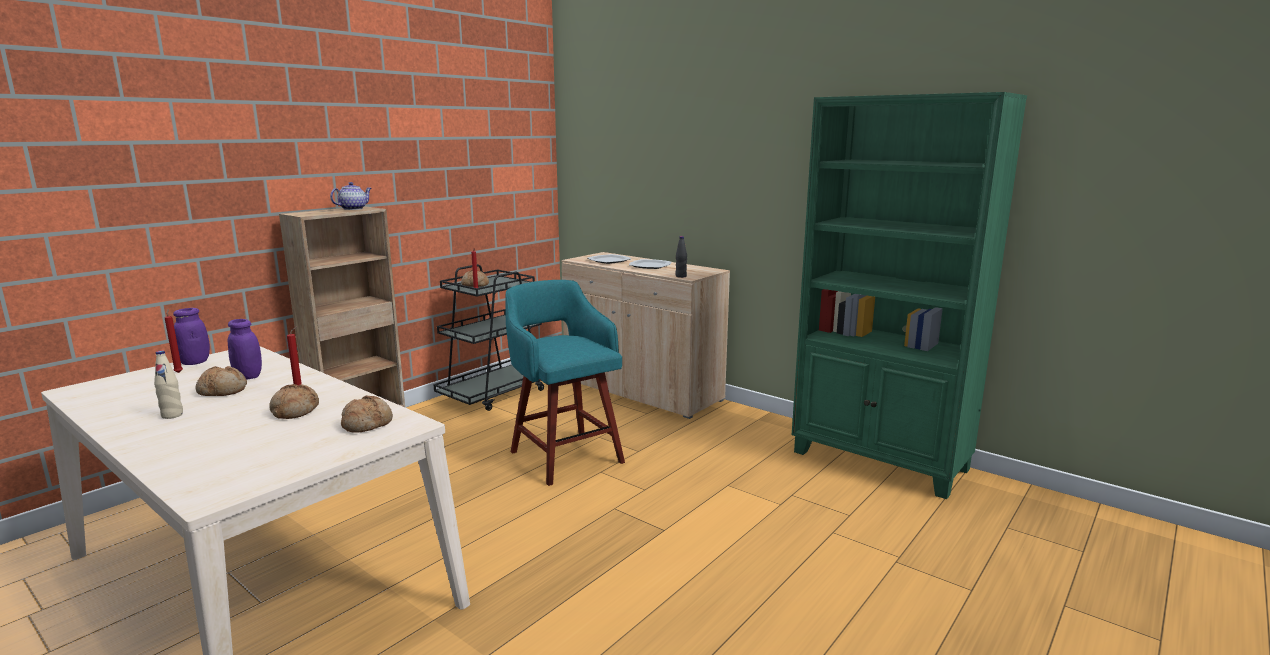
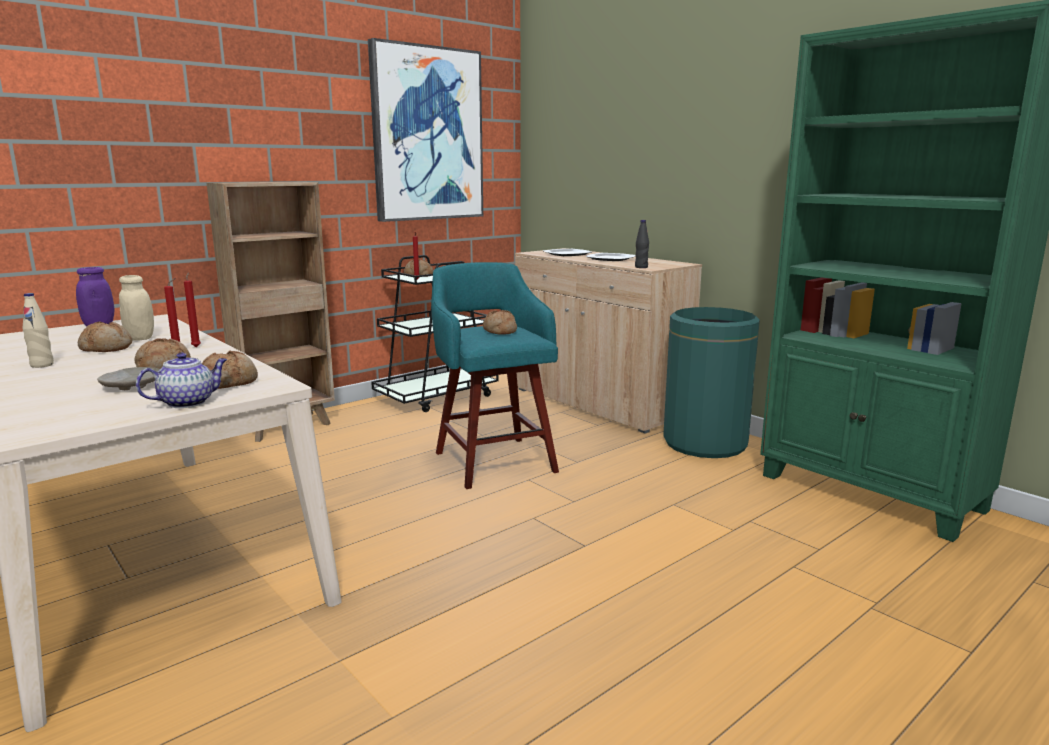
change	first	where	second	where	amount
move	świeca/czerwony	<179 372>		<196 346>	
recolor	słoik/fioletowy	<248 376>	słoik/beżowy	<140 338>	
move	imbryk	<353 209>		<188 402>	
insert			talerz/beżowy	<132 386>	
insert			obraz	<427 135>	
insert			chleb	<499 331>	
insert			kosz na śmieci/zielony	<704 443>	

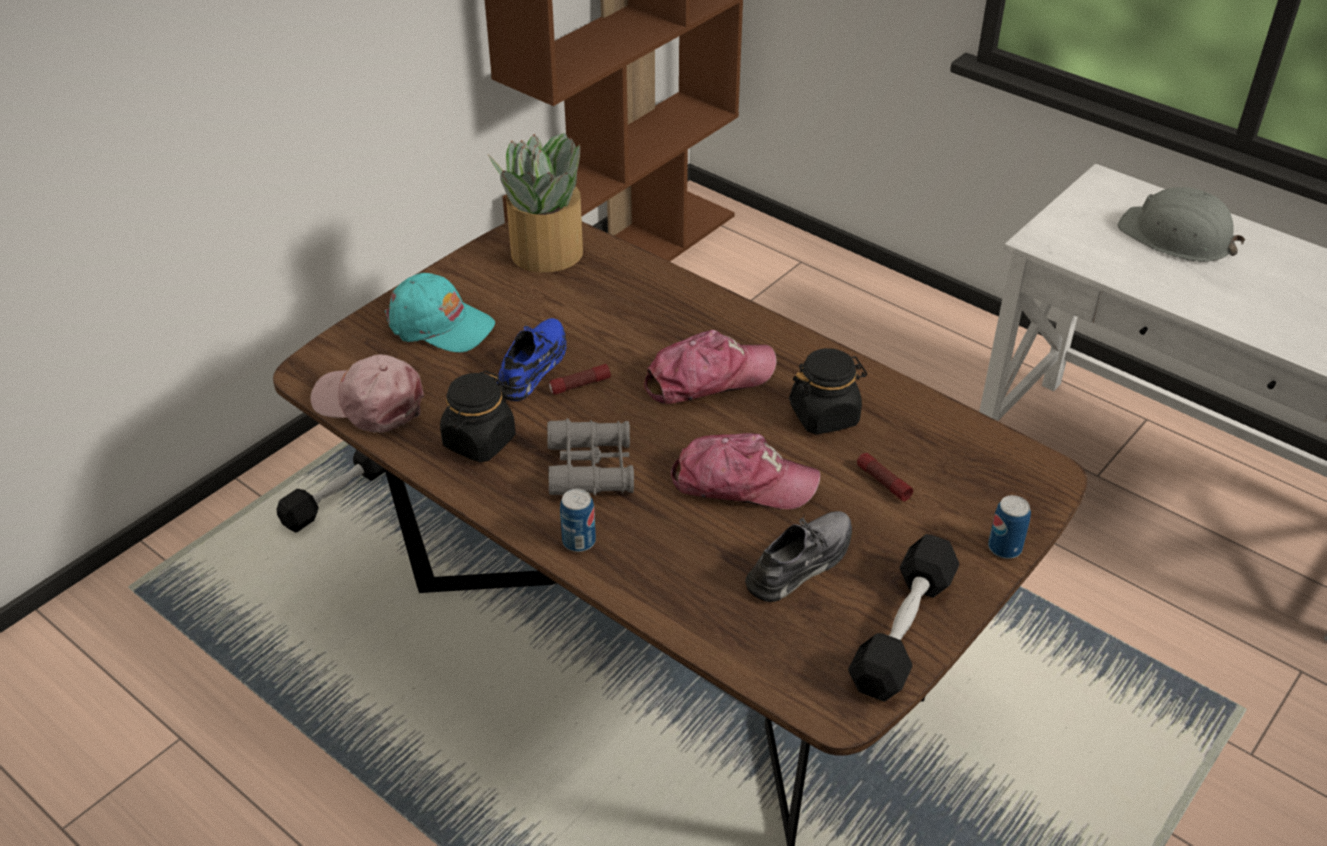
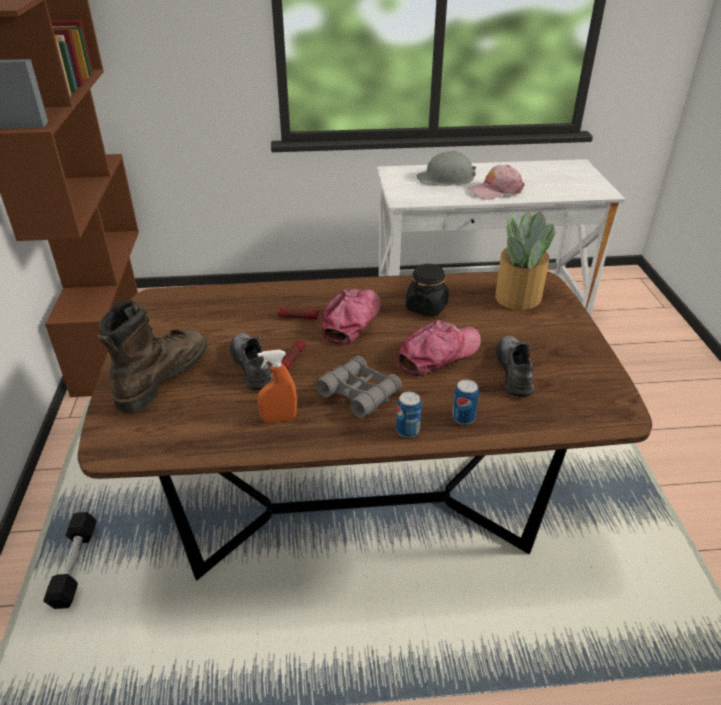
change	first	where	second	where	amount
move	czapka z daszkiem/różowy	<369 402>		<496 190>	
replace	czapka z daszkiem/turkusowy	<440 324>	but z cholewką/brązowy	<162 376>	
replace	słoik/czarny	<479 441>	spryskiwacz/pomarańczowy	<279 419>	
move	roślina doniczkowa	<545 253>		<517 297>	
recolor	but/niebieski	<533 366>	but/szary	<252 366>	
delete	hantel/czarny	<903 631>			
move	latarka	<883 482>		<298 318>	
move	puszka	<1004 548>		<463 417>	

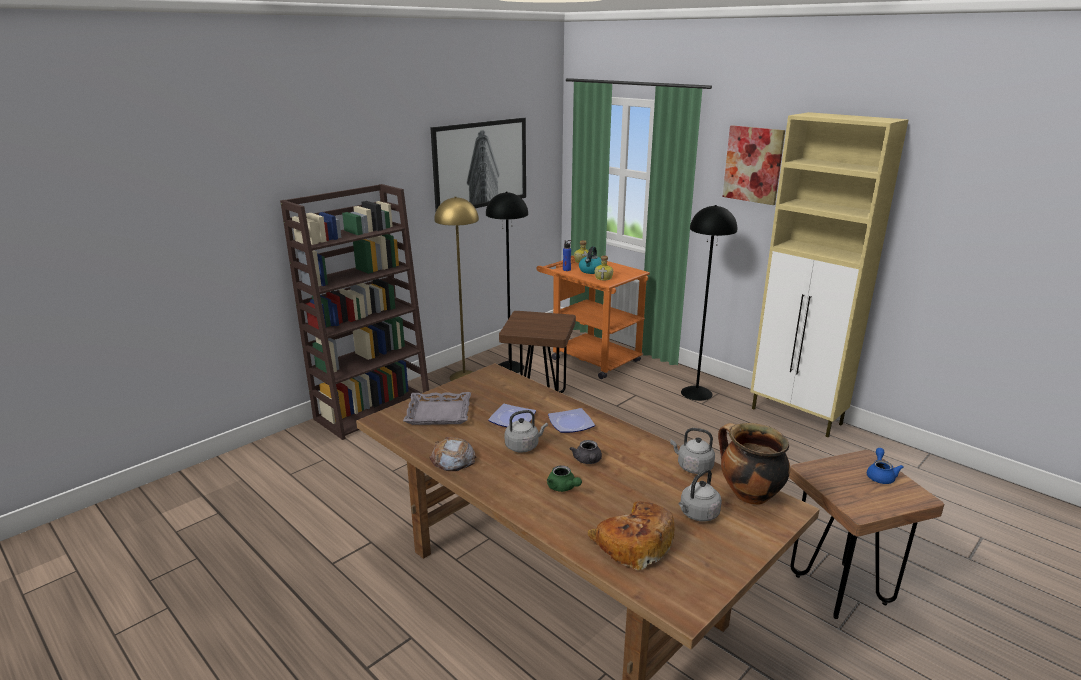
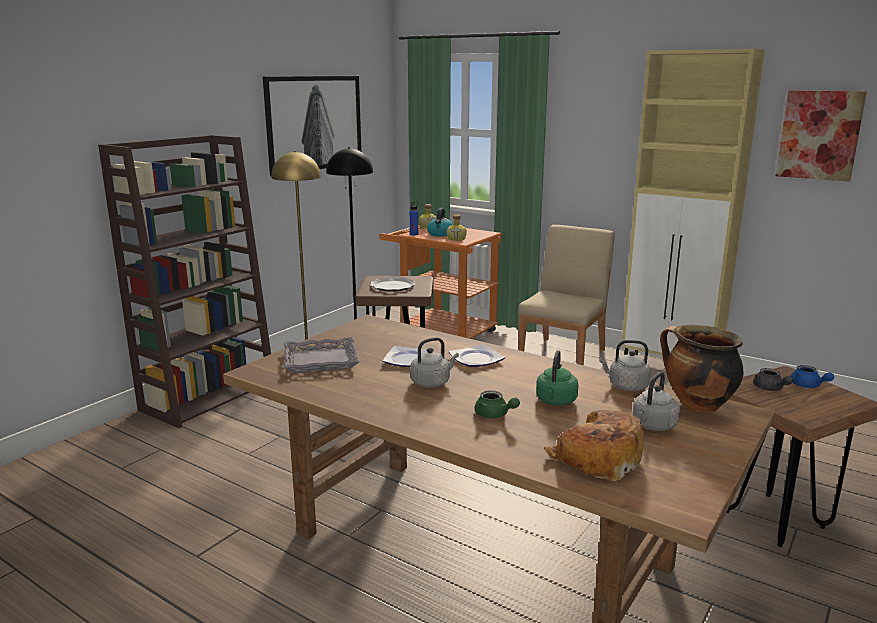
change	first	where	second	where	amount
delete	chleb	<452 459>			
move	imbryk/szary	<588 461>		<770 389>	
replace	lampa stojąca/czarny	<697 393>	krzesło/beżowy	<563 355>	
move	obraz	<753 164>		<819 135>	
rotate	imbryk/niebieski	<880 475>		<808 386>	150 degrees clockwise
insert			talerz	<393 286>	
insert			czajnik/zielony	<555 401>	

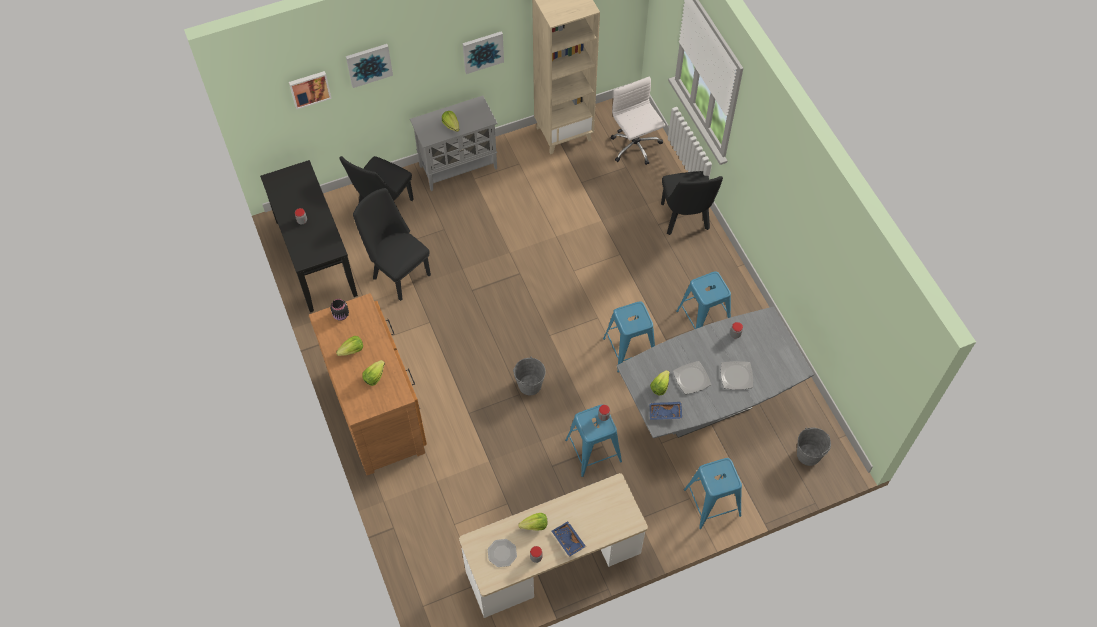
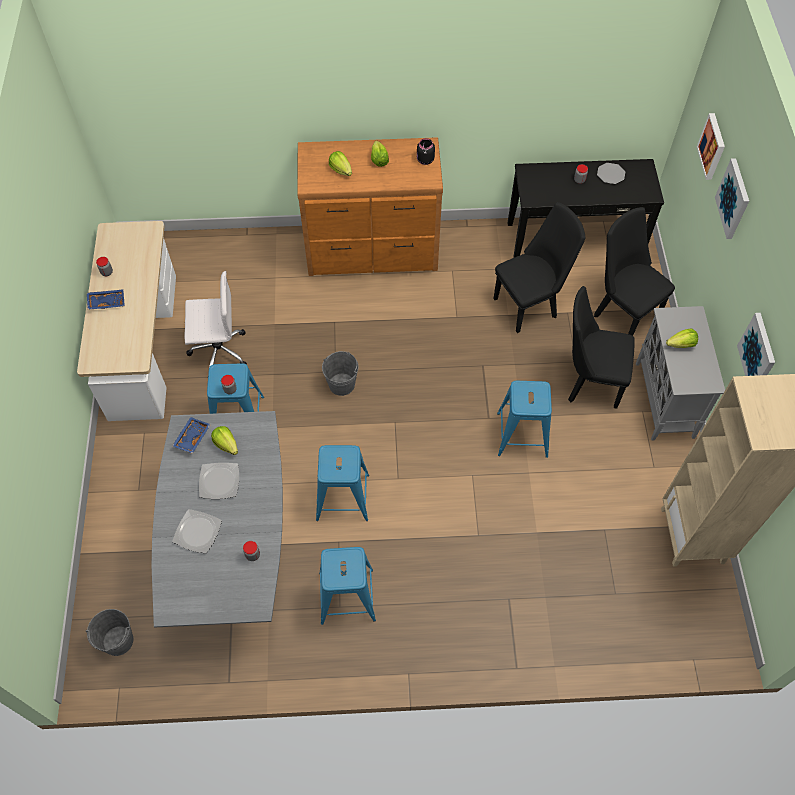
change	first	where	second	where	amount
move	talerz	<502 553>		<611 174>	
delete	sałata	<535 525>			
move	krzesło biurowe/biały	<635 147>		<218 351>	
move	krzesło/czarny	<685 220>		<588 382>	
move	stołek/niebieski	<712 502>		<522 435>	

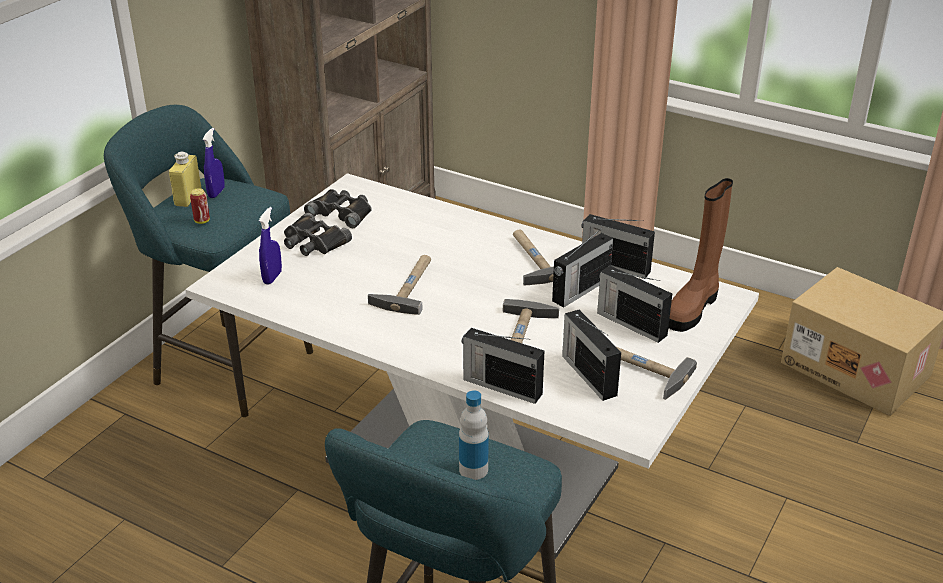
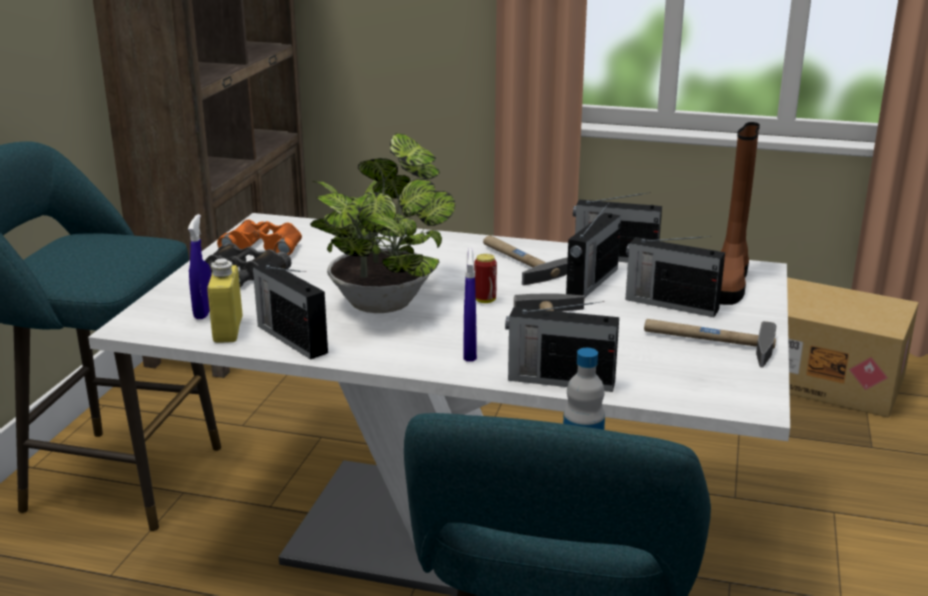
change	first	where	second	where	amount
move	butelka/żółty	<188 197>		<228 330>	
move	puszka	<202 221>		<485 300>	
move	spryskiwacz/niebieski	<216 193>		<469 353>	
recolor	lornetka/czarny	<342 213>	lornetka/pomarańczowy	<264 246>	
replace	młotek	<408 286>	roślina doniczkowa	<384 301>	
move	radio	<588 374>		<291 338>	

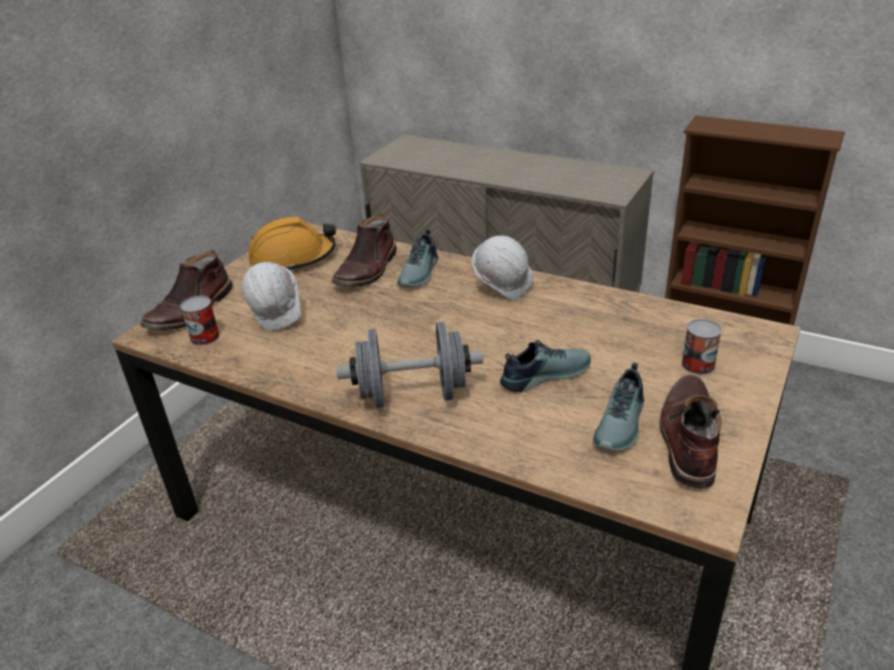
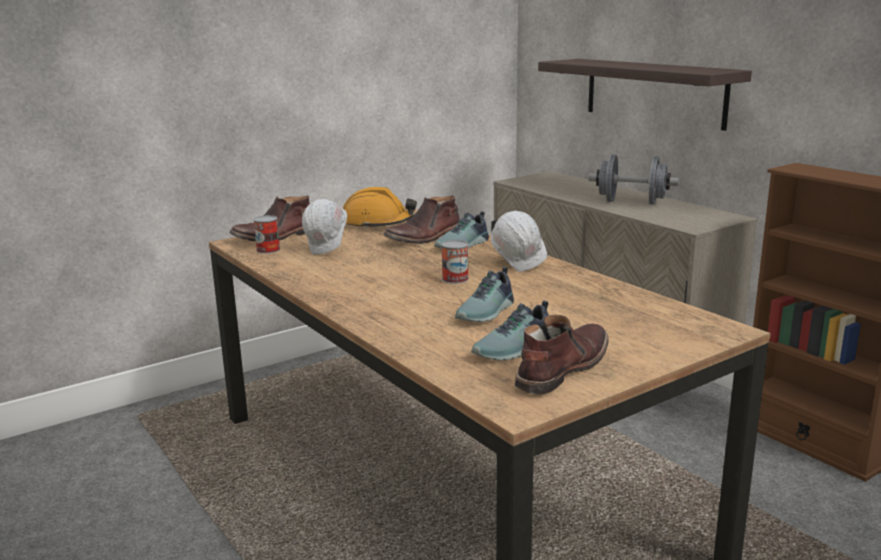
change	first	where	second	where	amount
move	hantel/szary	<413 395>		<631 202>	
rotate	but	<544 374>		<488 312>	120 degrees clockwise
move	puszka	<698 365>		<455 279>	
insert			półka	<654 92>	

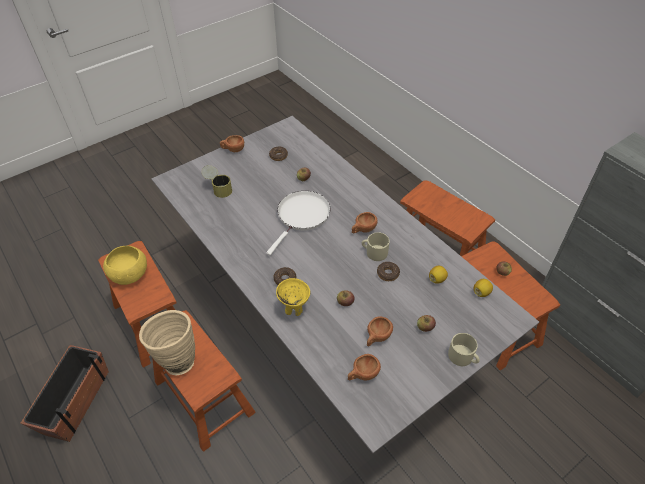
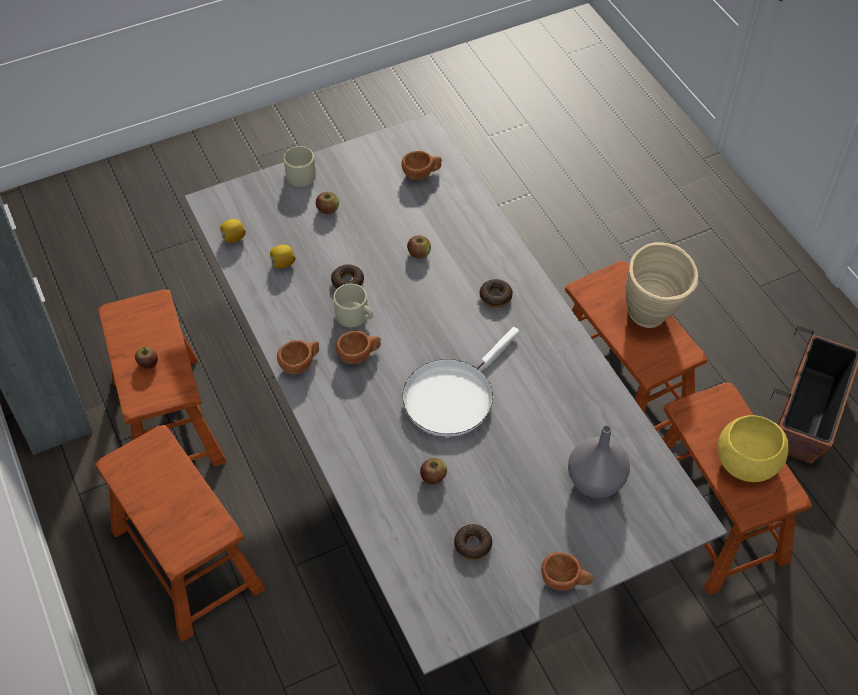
change	first	where	second	where	amount
replace	puszka	<218 188>	wazon/szary	<594 481>	
delete	miska/żółty	<294 310>			
move	filiżanka/brązowy	<377 338>		<301 364>	

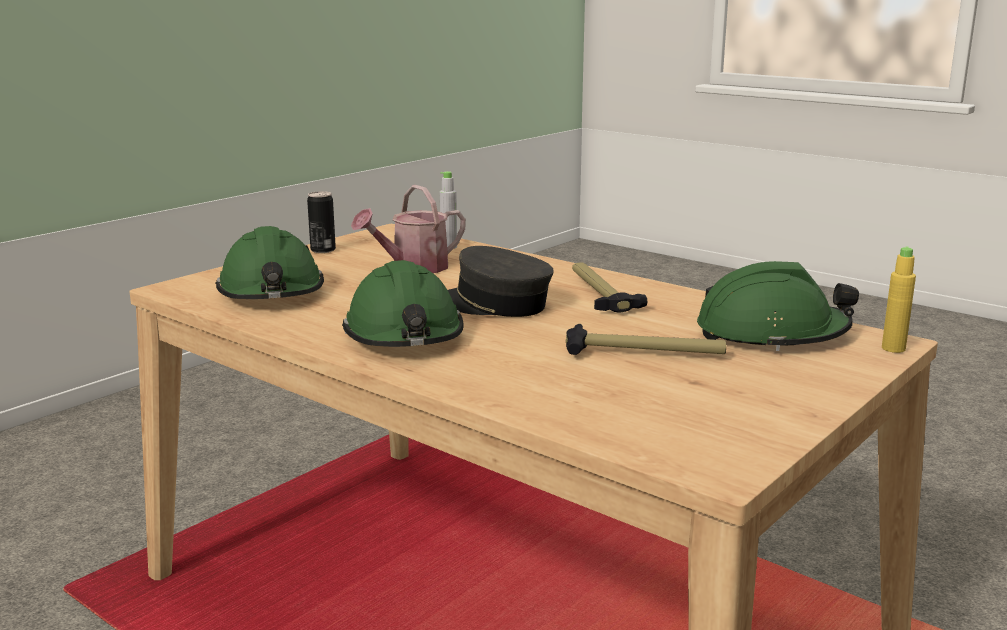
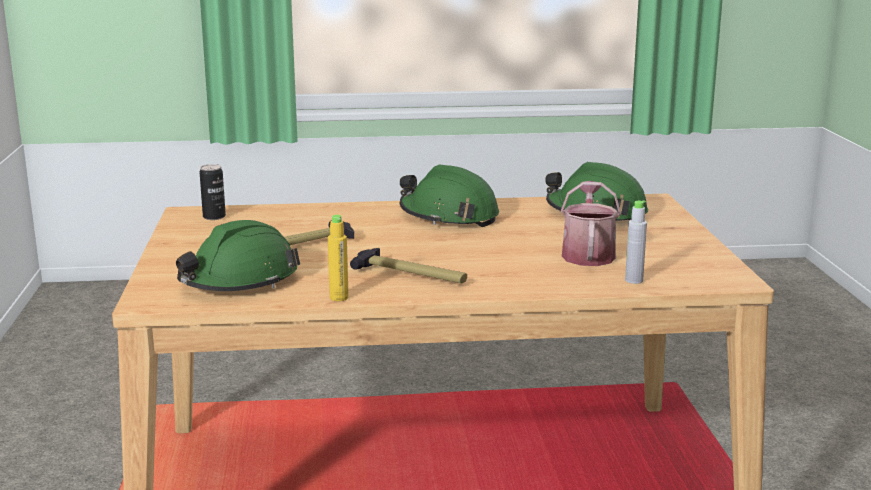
change	first	where	second	where	amount
move	puszka	<323 250>		<214 217>	
delete	czapka z daszkiem/szary	<494 304>			
move	butelka/żółty	<893 348>		<339 297>	

